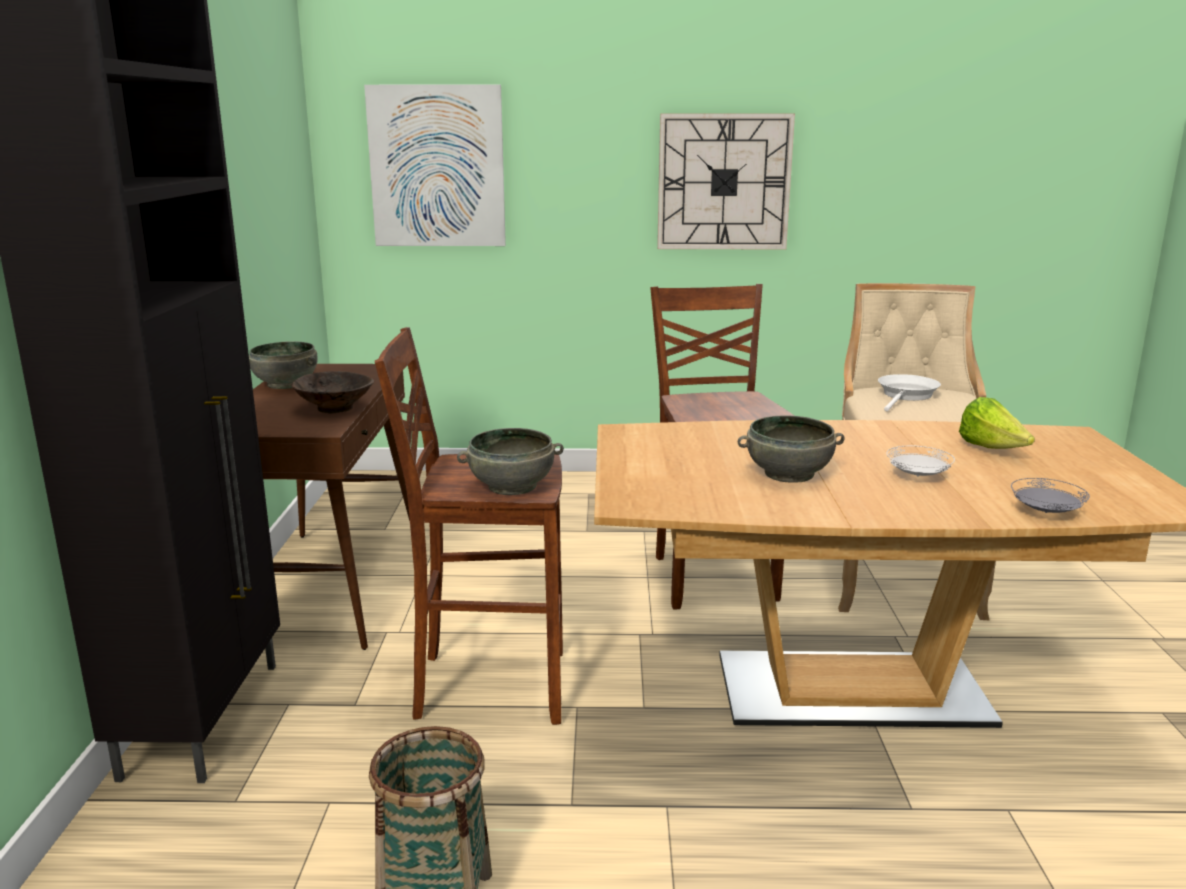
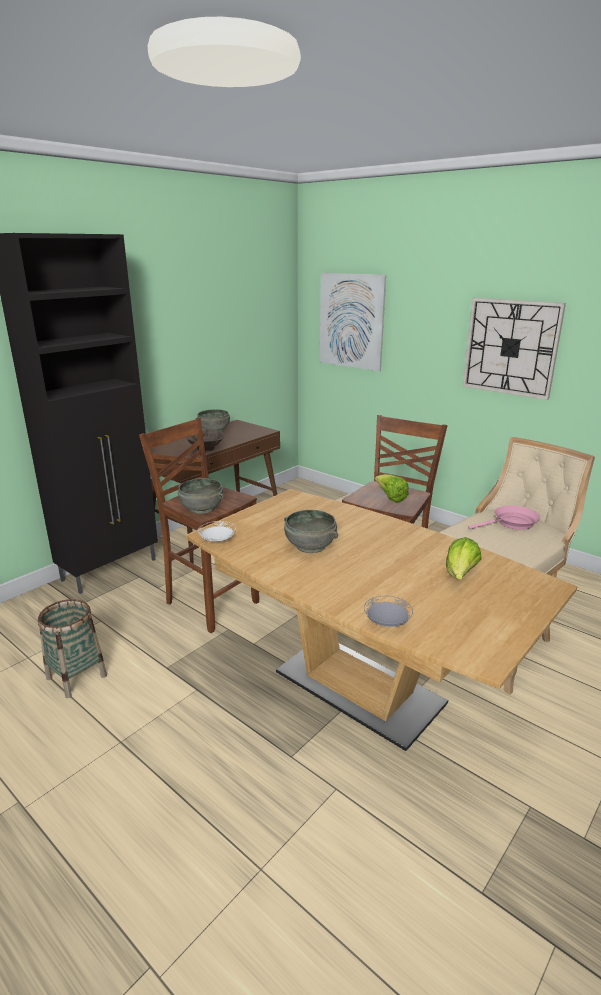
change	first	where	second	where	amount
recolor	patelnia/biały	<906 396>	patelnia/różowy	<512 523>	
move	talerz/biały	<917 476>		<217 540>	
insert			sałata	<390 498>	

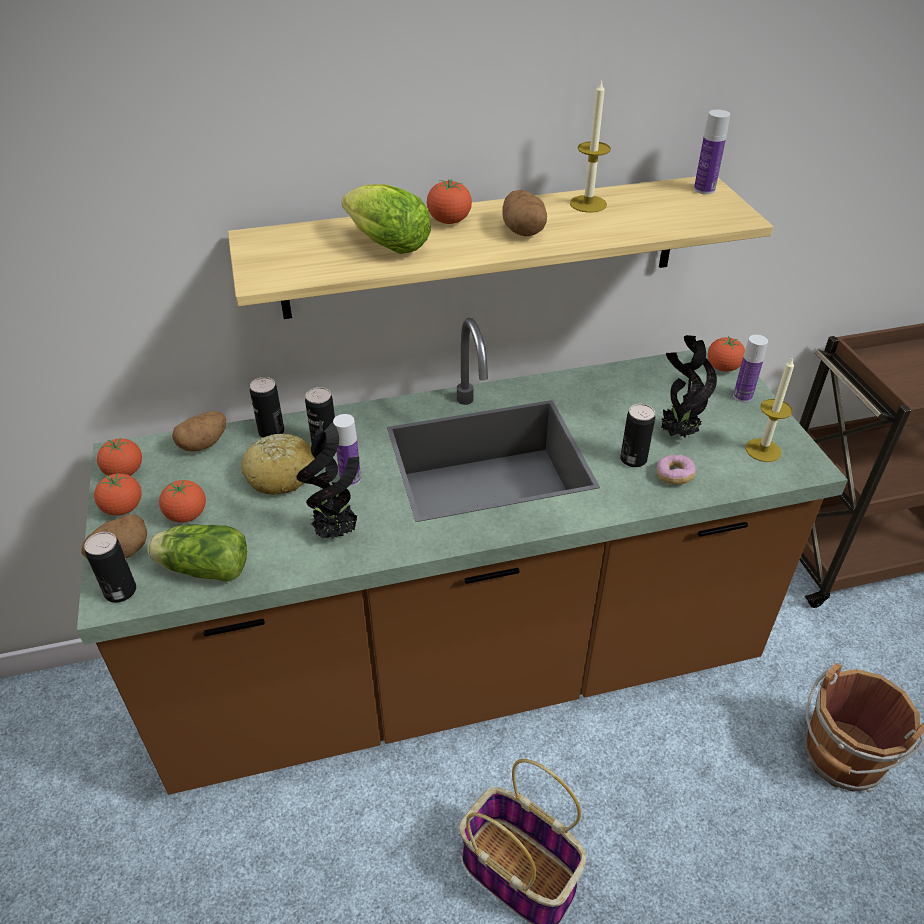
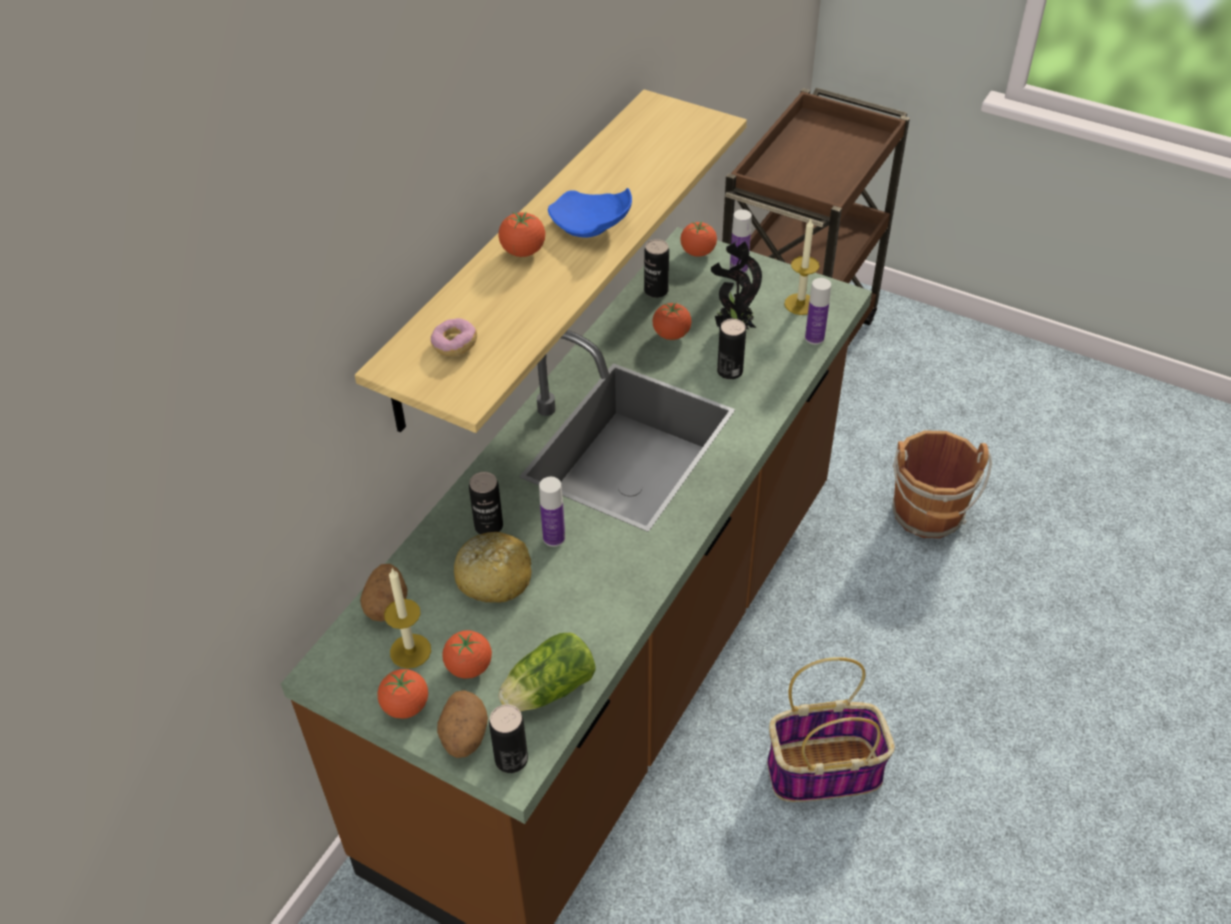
change	first	where	second	where	amount
move	pomidor	<124 472>		<671 334>	
move	puszka	<271 432>		<656 291>	
delete	roślina doniczkowa	<337 532>			
delete	sałata	<384 244>			
replace	ziemniak	<523 231>	talerz/niebieski	<591 226>	
move	świeca	<588 204>		<410 651>	
move	donut	<674 476>		<455 345>	
move	butelka	<704 189>		<814 338>	

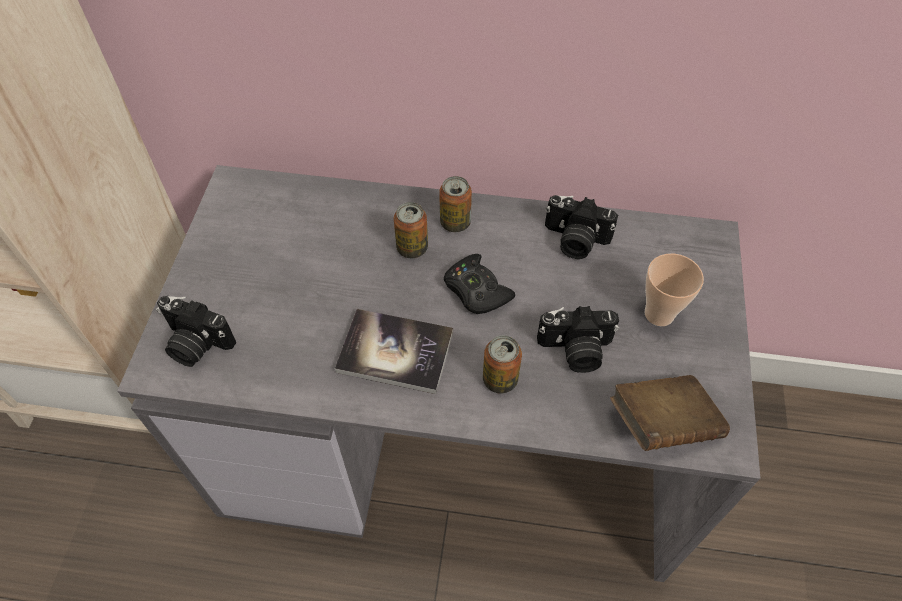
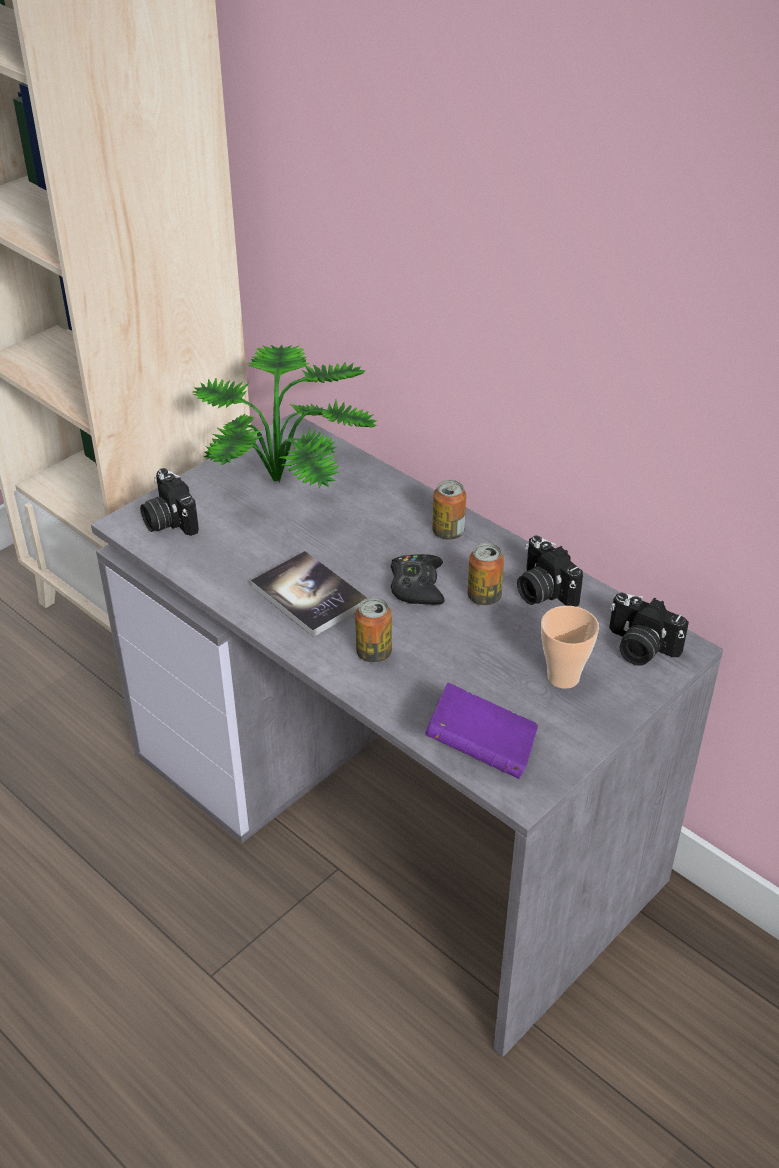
change	first	where	second	where	amount
move	puszka	<412 248>		<484 597>	
move	aparat fotograficzny	<575 351>		<639 648>	
recolor	książka/brązowy	<663 424>	książka/fioletowy	<480 750>	
insert			roślina doniczkowa	<288 478>	

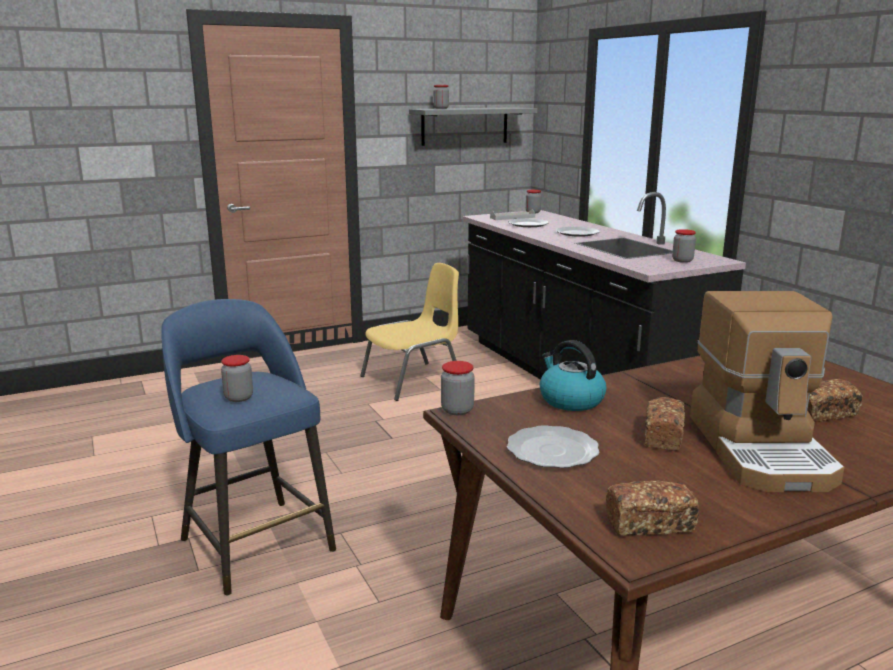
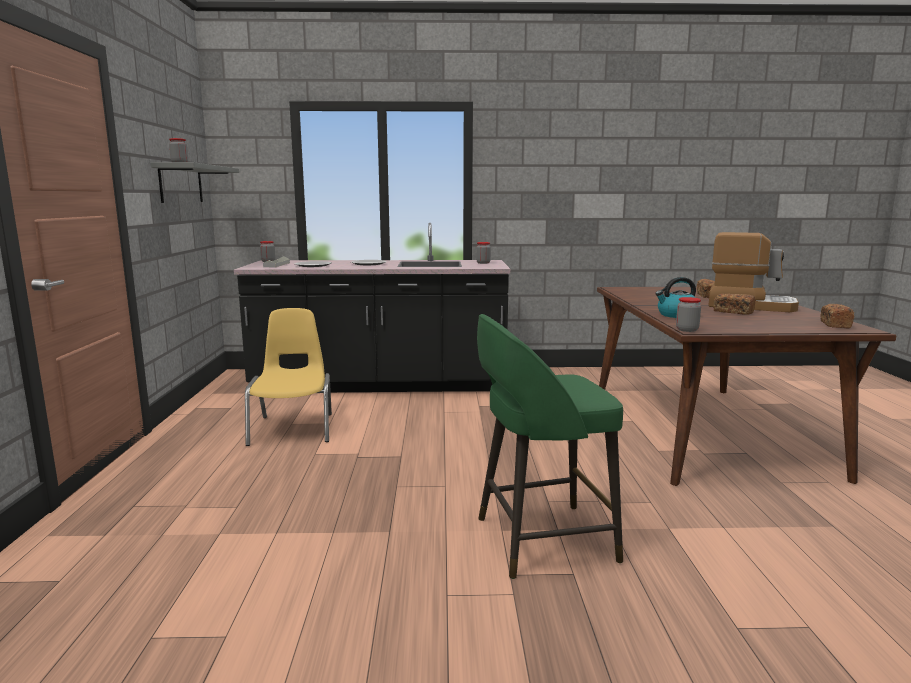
change	first	where	second	where	amount
recolor	stołek/niebieski	<255 542>	stołek/zielony	<541 540>	
delete	słoik	<239 398>			
delete	talerz	<552 450>			

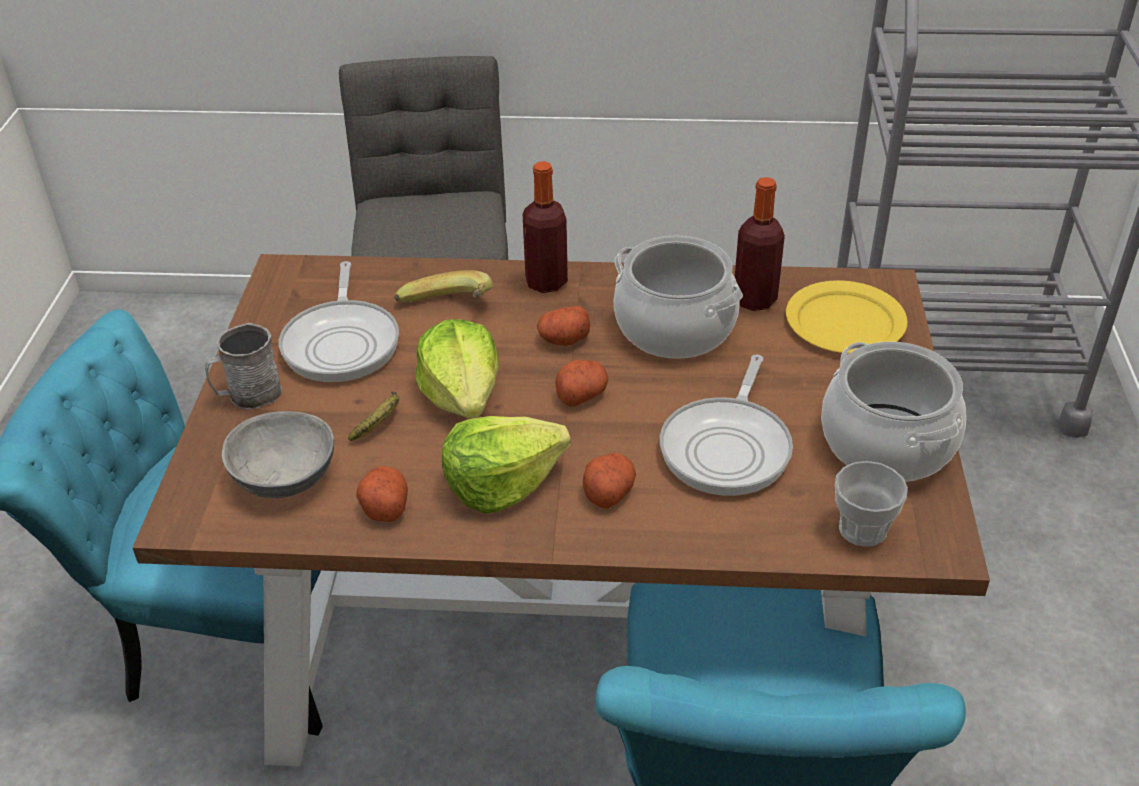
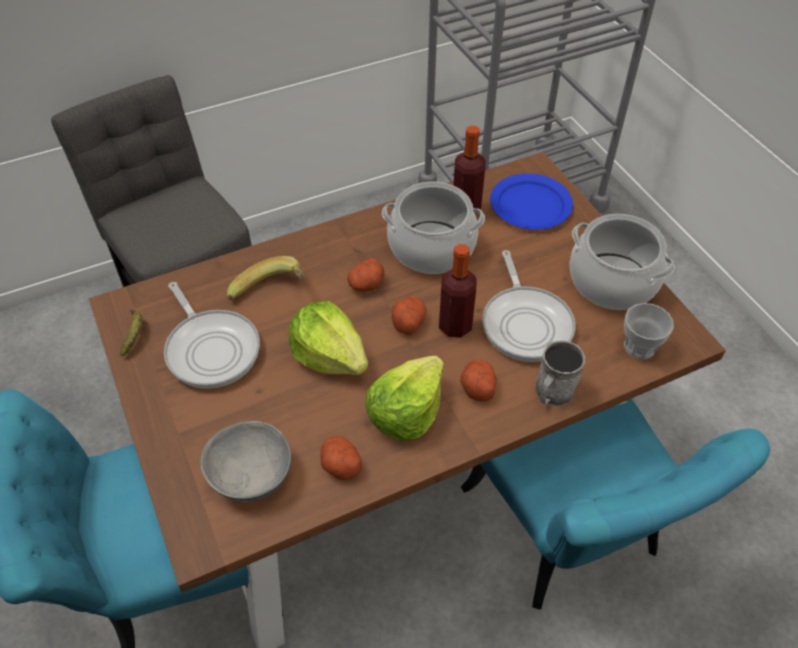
change	first	where	second	where	amount
move	kubek/szary	<248 395>		<552 393>	
move	banan	<380 422>		<134 334>	
move	butelka	<546 282>		<455 326>	
recolor	talerz/żółty	<844 322>	talerz/niebieski	<530 204>	

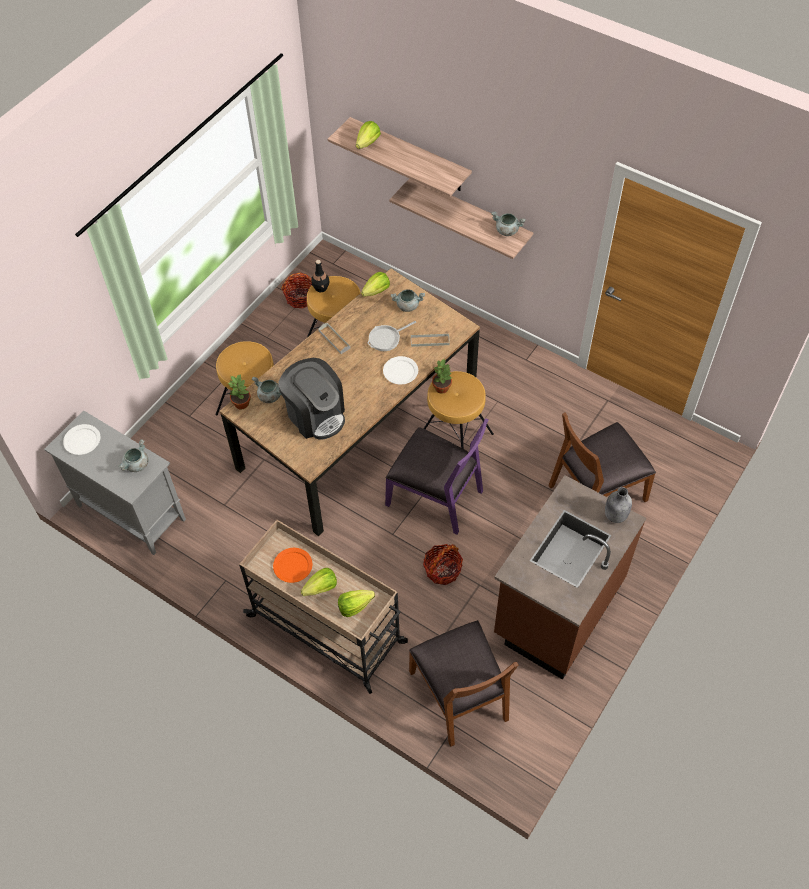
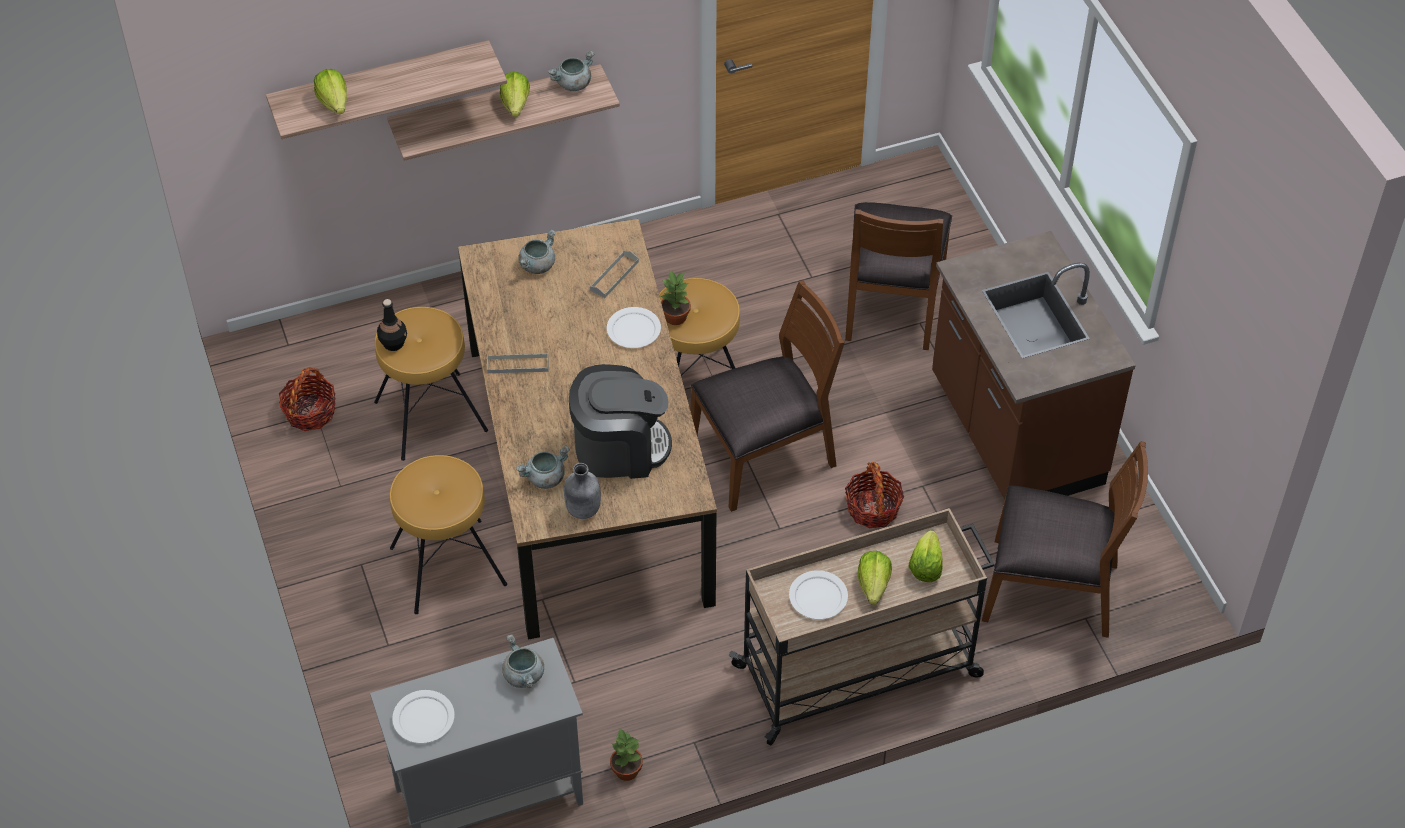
change	first	where	second	where	amount
move	roślina doniczkowa	<241 403>		<626 770>	
recolor	talerz/pomarańczowy	<292 566>	talerz/biały	<817 597>	
move	sałata	<376 291>		<515 105>	
delete	patelnia	<386 339>			
recolor	krzesło/fioletowy	<436 496>	krzesło/brązowy	<764 454>	
move	butelka/szary	<615 515>		<582 510>	

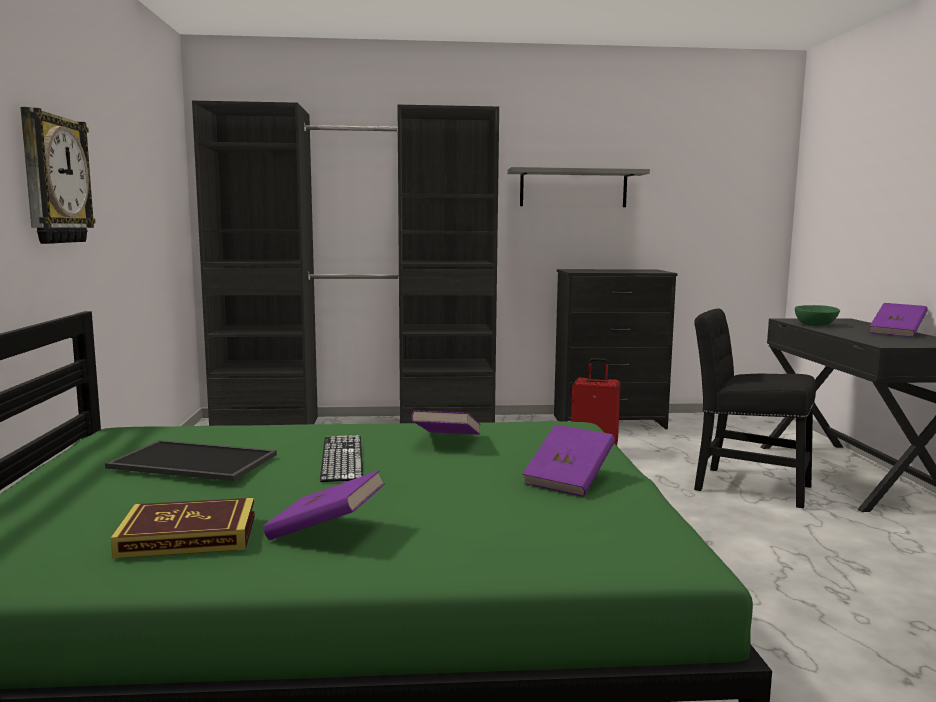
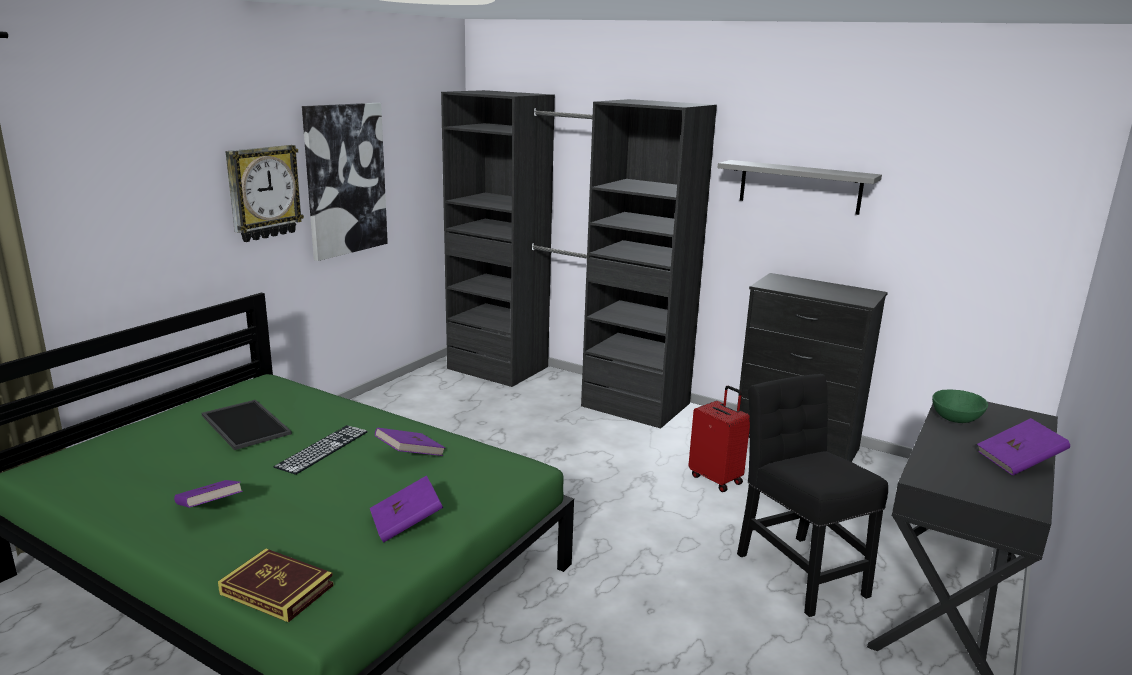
change	first	where	second	where	amount
move	książka	<188 535>		<277 589>	
insert			obraz	<345 179>	

